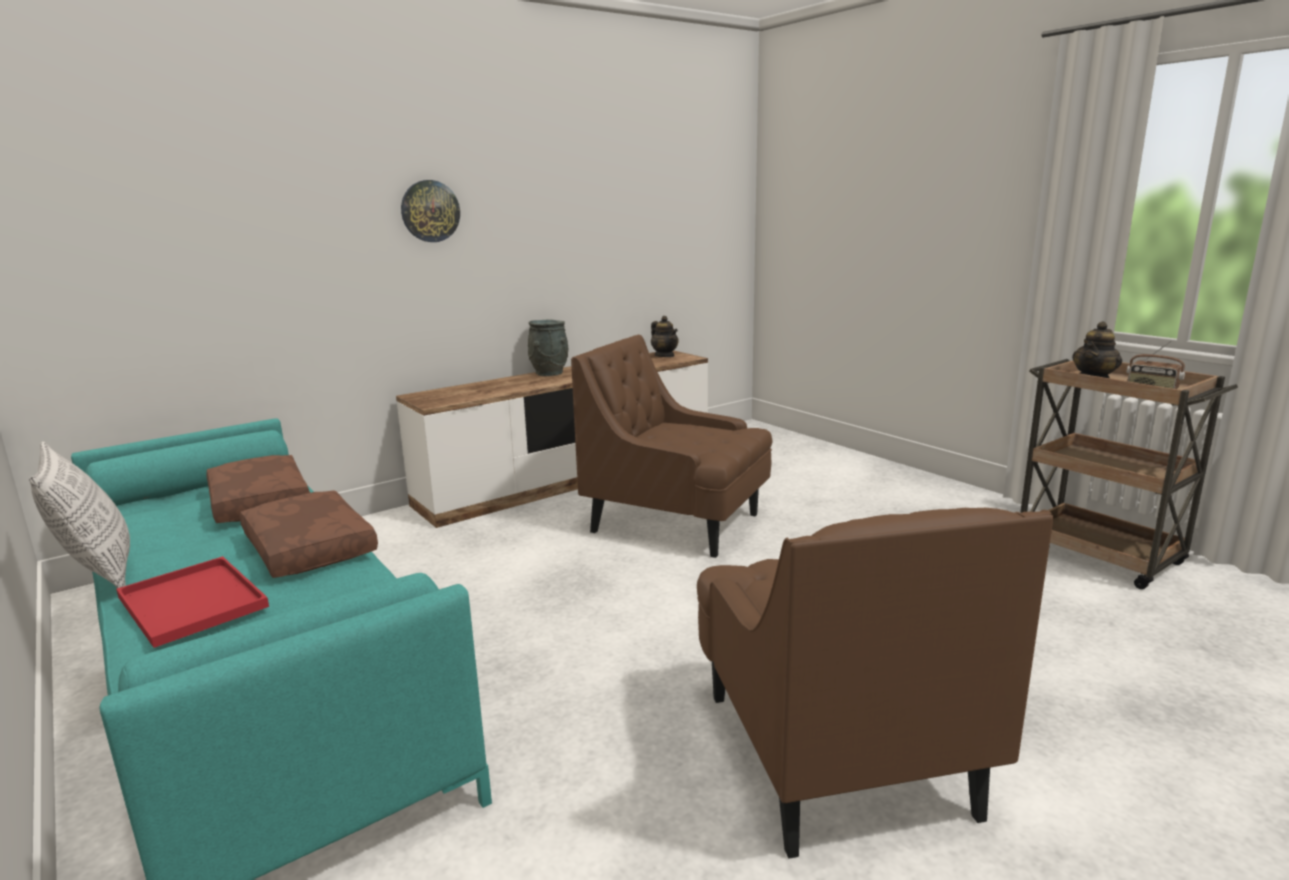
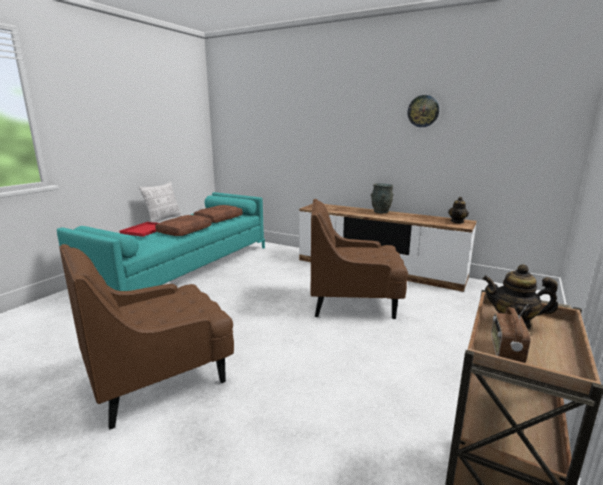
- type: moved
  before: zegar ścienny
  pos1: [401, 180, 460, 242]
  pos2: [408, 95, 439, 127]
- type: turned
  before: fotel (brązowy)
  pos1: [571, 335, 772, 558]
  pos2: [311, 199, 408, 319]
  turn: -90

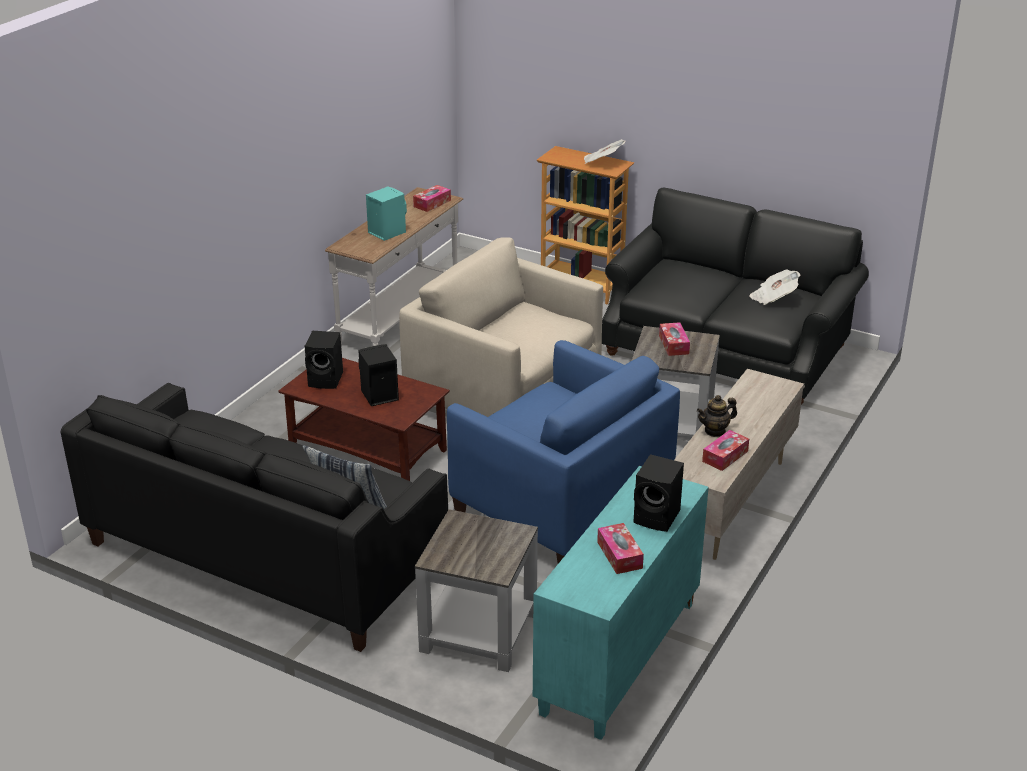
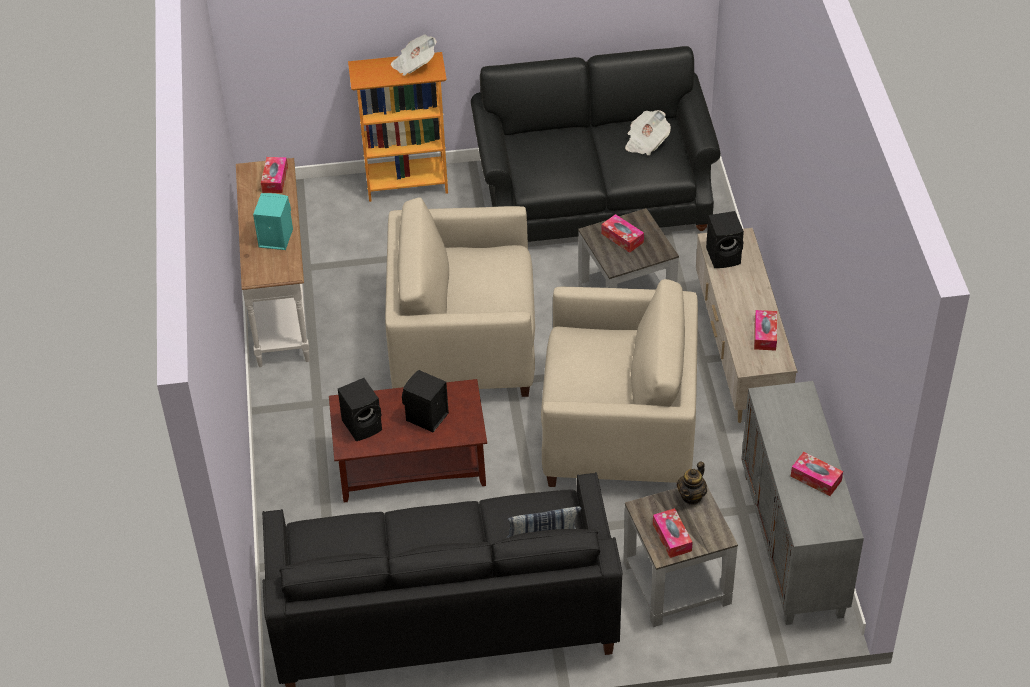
- type: recoloured
  before: fotel (niebieski)
  after: fotel (beżowy)
  pos1: [447, 340, 680, 564]
  pos2: [541, 279, 698, 488]
- type: recoloured
  before: szafka (turkusowy)
  after: szafka (szary)
  pos1: [533, 466, 709, 740]
  pos2: [741, 381, 864, 625]
- type: moved
  before: głośnik (czarny)
  pos1: [633, 454, 684, 532]
  pos2: [706, 211, 744, 268]
- type: moved
  before: imbryk
  pos1: [697, 395, 737, 437]
  pos2: [677, 461, 707, 505]
- type: added
  after: pudełko chusteczek
  pos2: [653, 508, 693, 558]

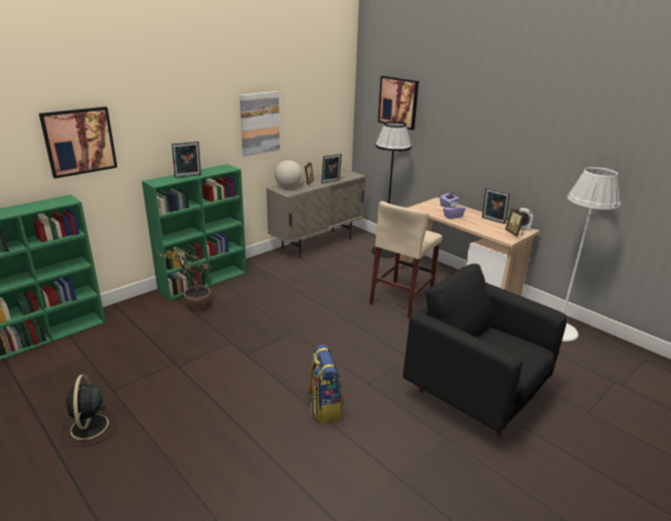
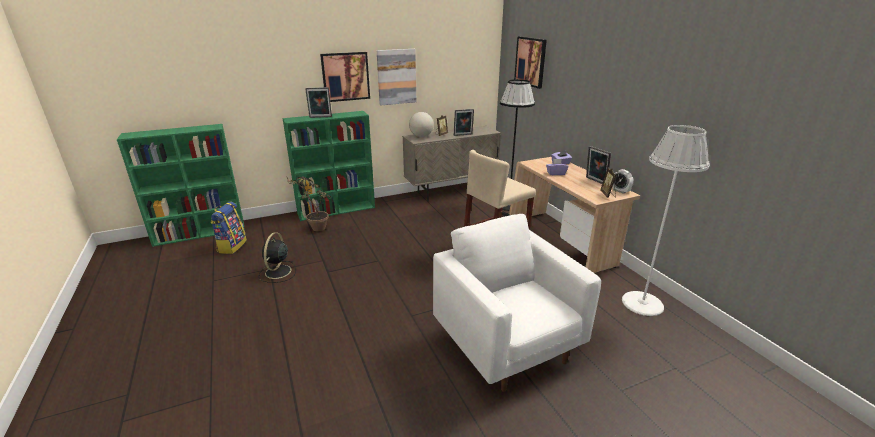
- type: moved
  before: obraz
  pos1: [39, 107, 117, 178]
  pos2: [320, 52, 370, 102]
- type: moved
  before: wentylator (czarny)
  pos1: [62, 374, 117, 447]
  pos2: [258, 232, 296, 283]
- type: moved
  before: plecak
  pos1: [307, 345, 343, 423]
  pos2: [210, 202, 247, 254]
- type: recoloured
  before: fotel (czarny)
  after: fotel (biały)
  pos1: [403, 264, 567, 437]
  pos2: [433, 214, 601, 392]

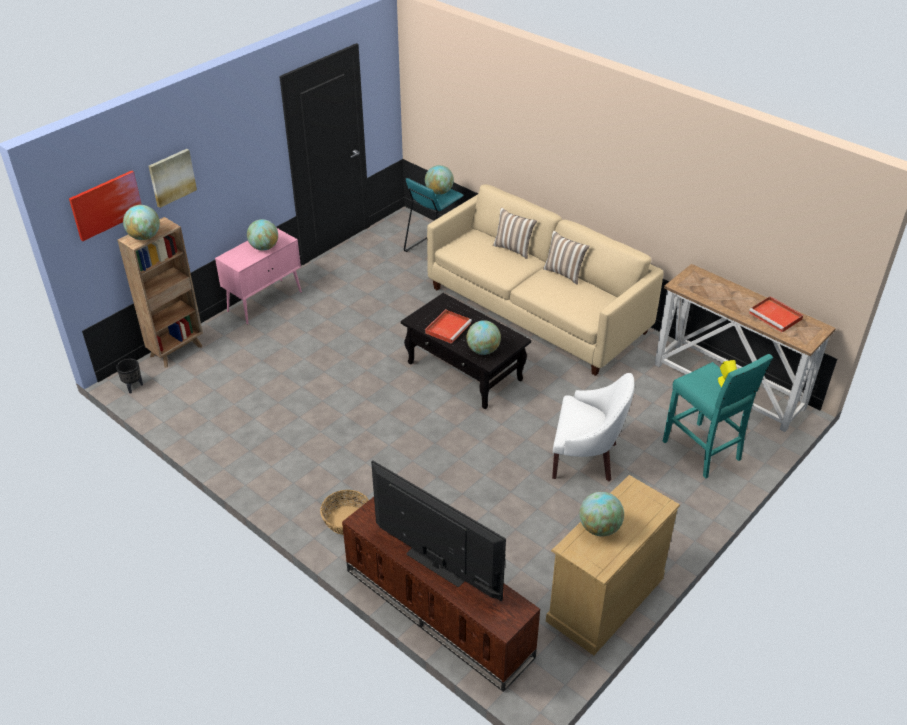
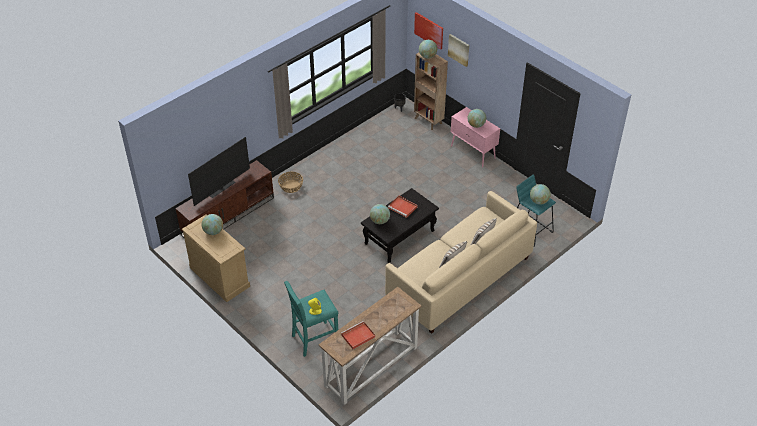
- type: removed
  before: fotel (biały)
  pos1: [552, 373, 634, 481]

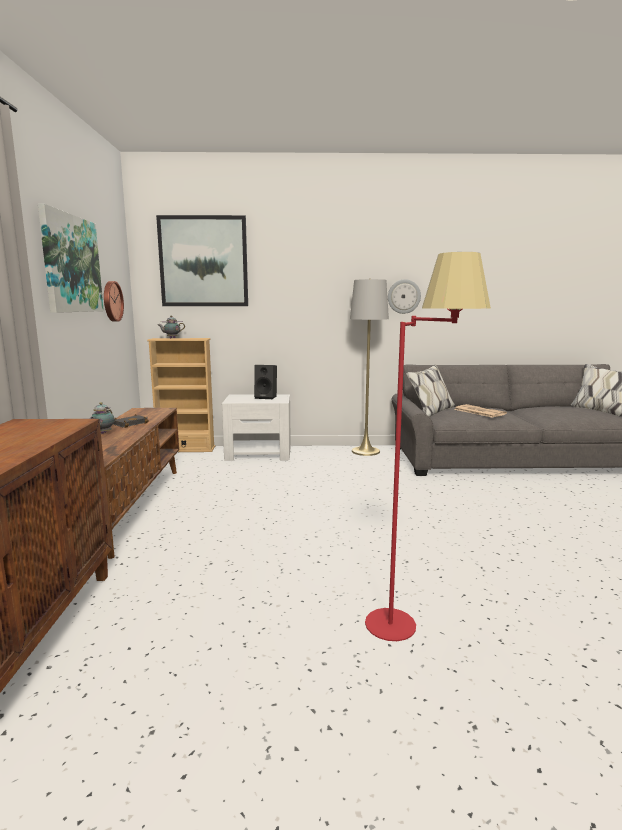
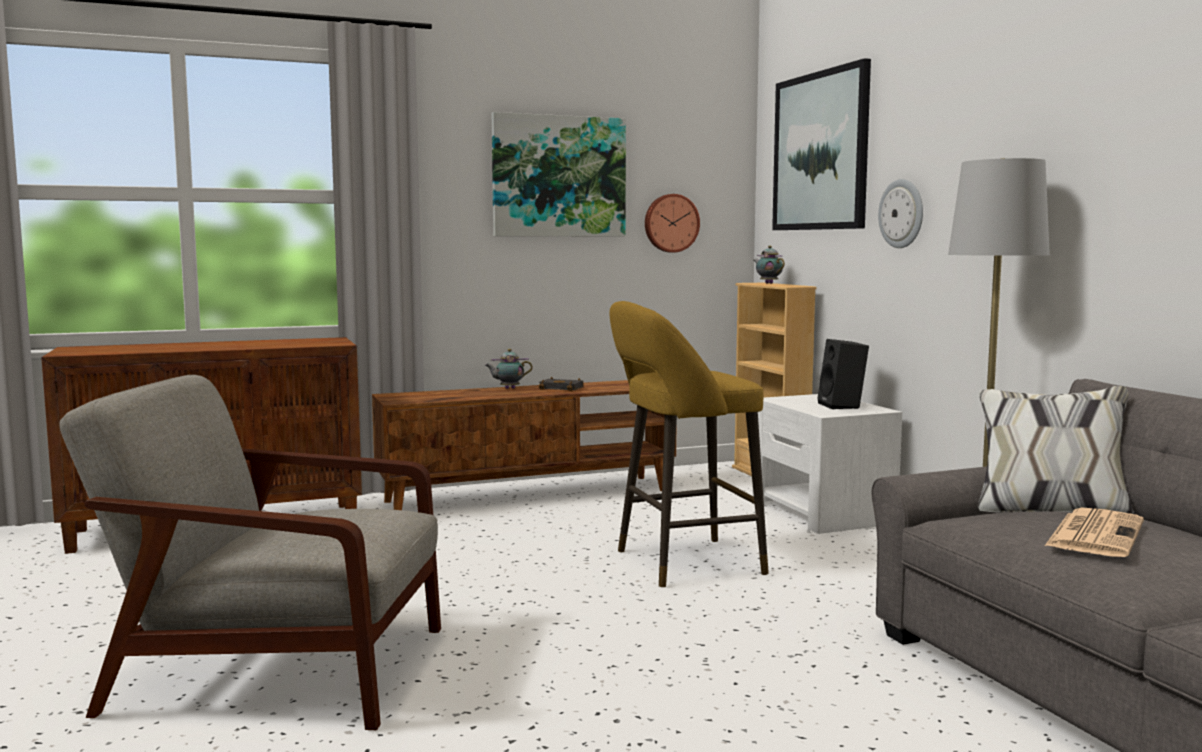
- type: replaced
  before: lampa stojąca (czerwony)
  after: fotel (szary)
  pos1: [365, 252, 491, 641]
  pos2: [59, 375, 441, 730]
- type: moved
  before: zegar ścienny
  pos1: [388, 279, 421, 314]
  pos2: [878, 179, 923, 248]
- type: added
  after: stołek (żółty)
  pos2: [609, 301, 769, 587]

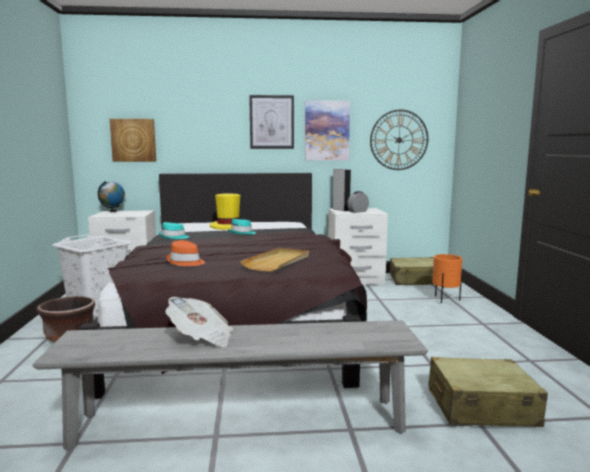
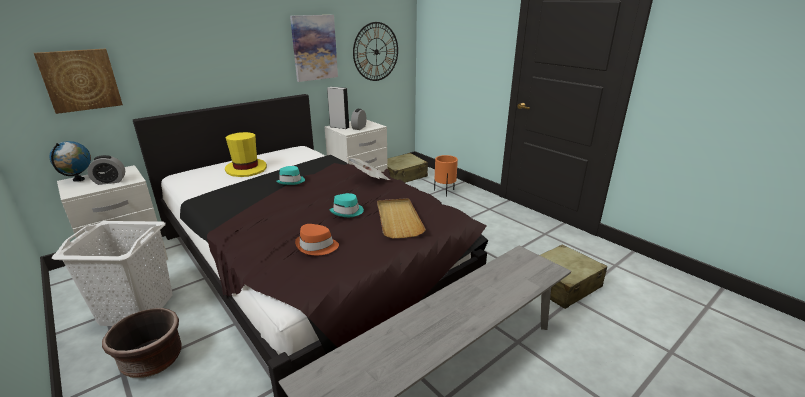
- type: moved
  before: kapelusz (turkusowy)
  pos1: [159, 222, 189, 239]
  pos2: [329, 193, 364, 217]
- type: moved
  before: gazeta
  pos1: [165, 297, 233, 347]
  pos2: [347, 158, 390, 180]
- type: removed
  before: obraz
  pos1: [249, 95, 294, 149]
- type: added
  after: budzik
  pos2: [87, 155, 125, 185]

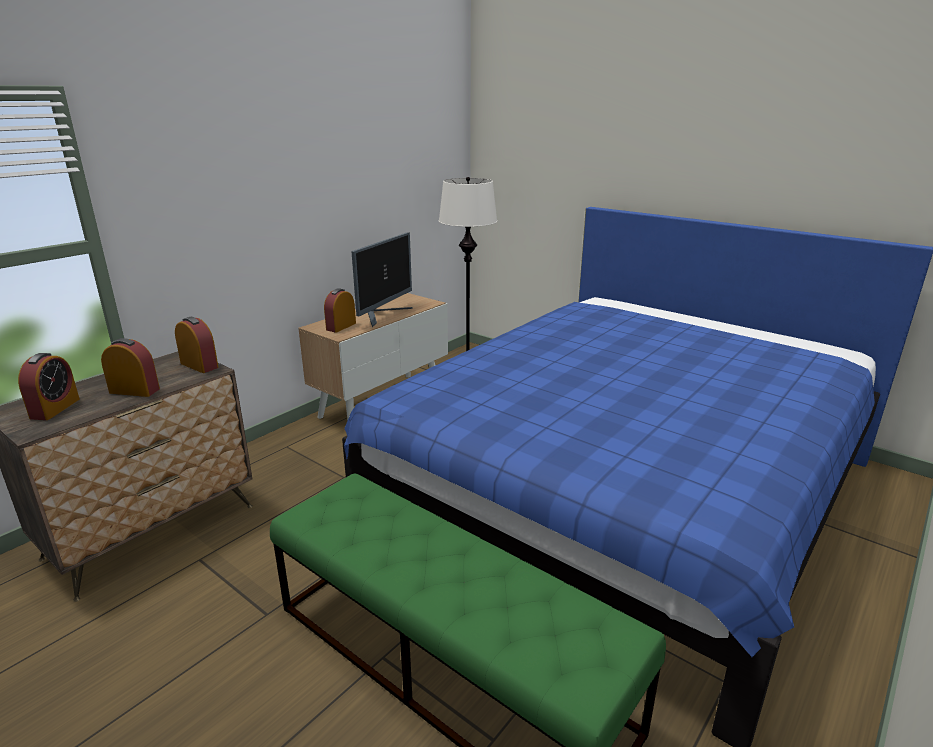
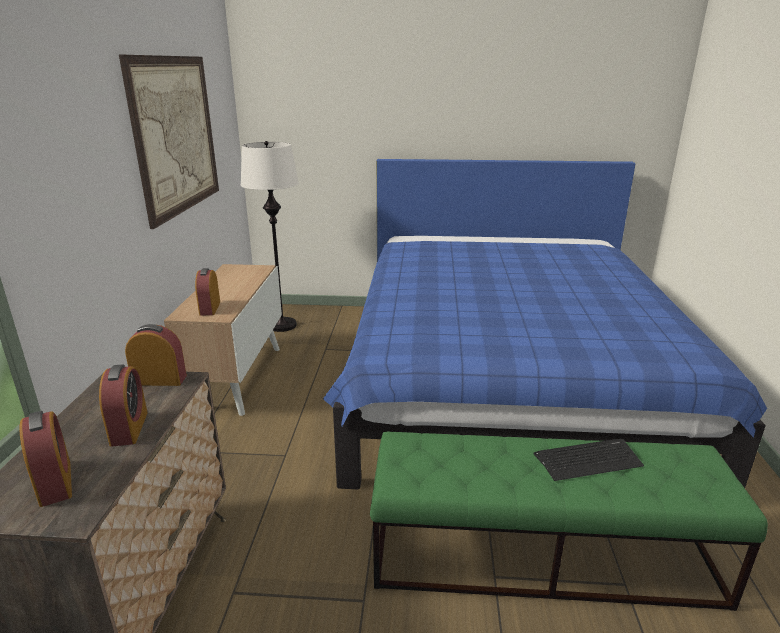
- type: turned
  before: budzik
  pos1: [101, 338, 160, 397]
  pos2: [99, 364, 148, 447]
  turn: 105
- type: removed
  before: monitor
  pos1: [352, 232, 413, 327]
- type: added
  after: obraz
  pos2: [119, 55, 219, 229]
- type: added
  after: klawiatura
  pos2: [533, 439, 644, 481]

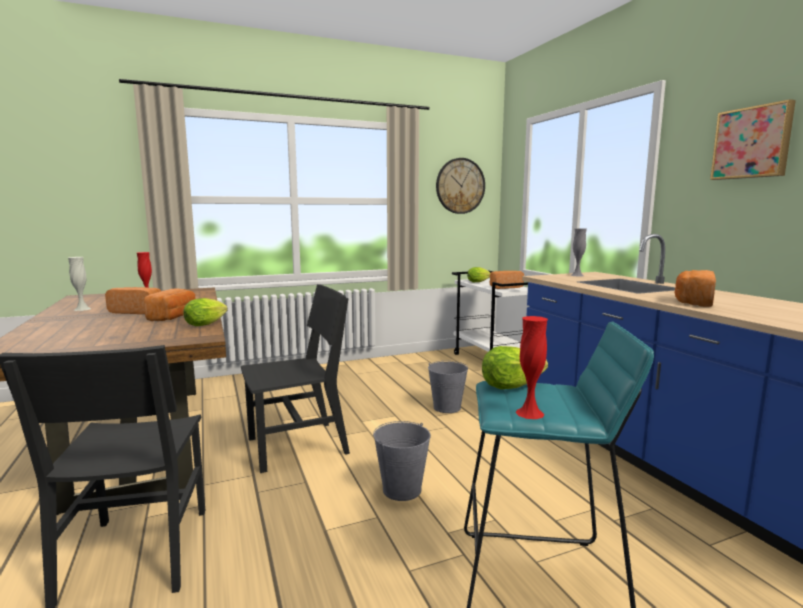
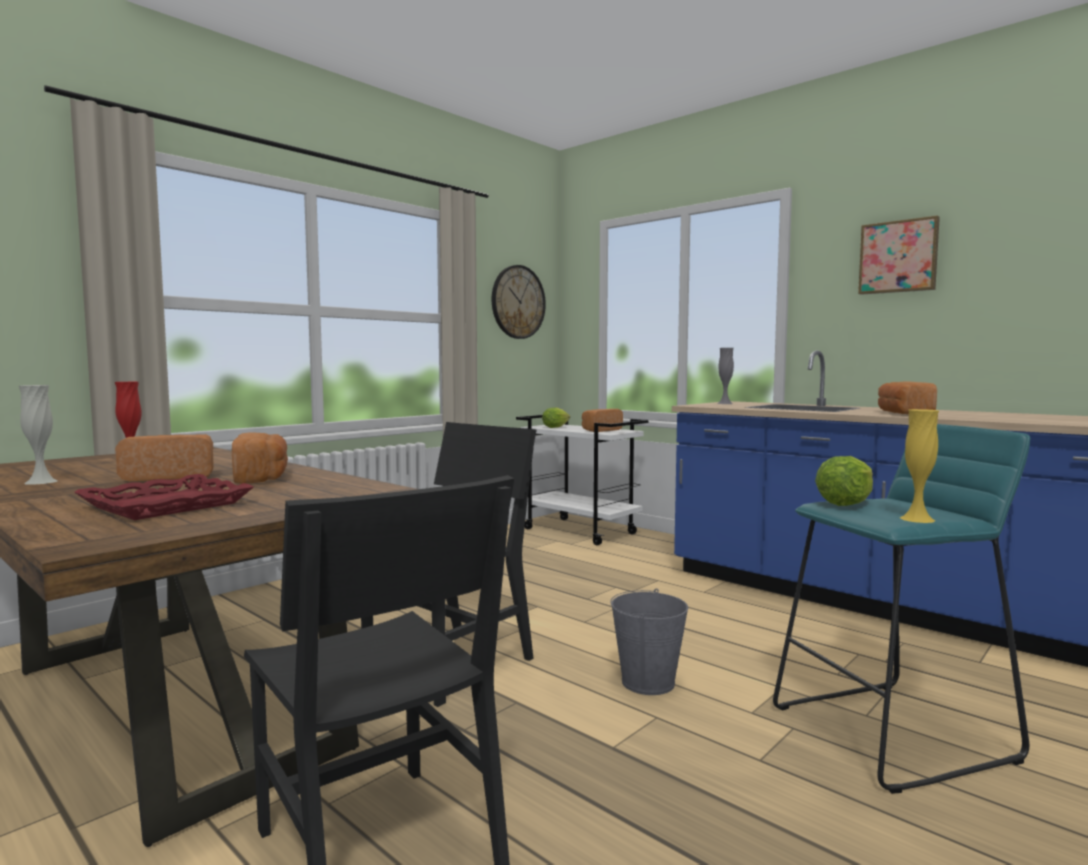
- type: removed
  before: sałata
  pos1: [183, 298, 228, 326]
- type: removed
  before: wiadro (szary)
  pos1: [428, 361, 468, 413]
- type: recoloured
  before: wazon (czerwony)
  after: wazon (żółty)
  pos1: [515, 316, 548, 419]
  pos2: [900, 409, 939, 523]
- type: added
  after: taca (czerwony)
  pos2: [74, 474, 254, 520]

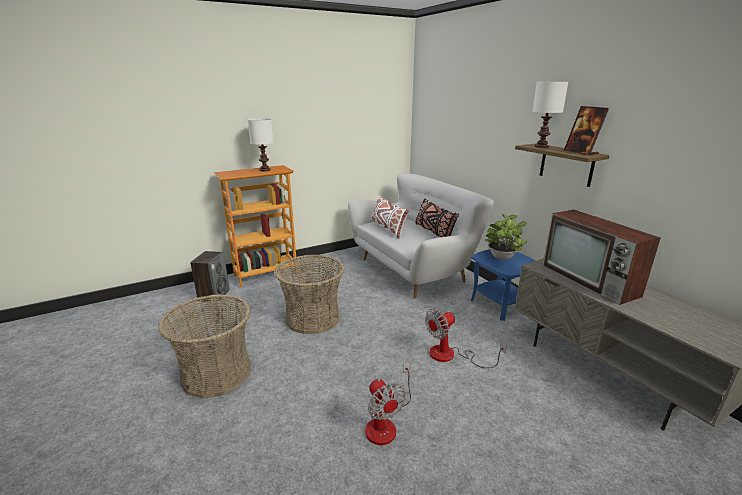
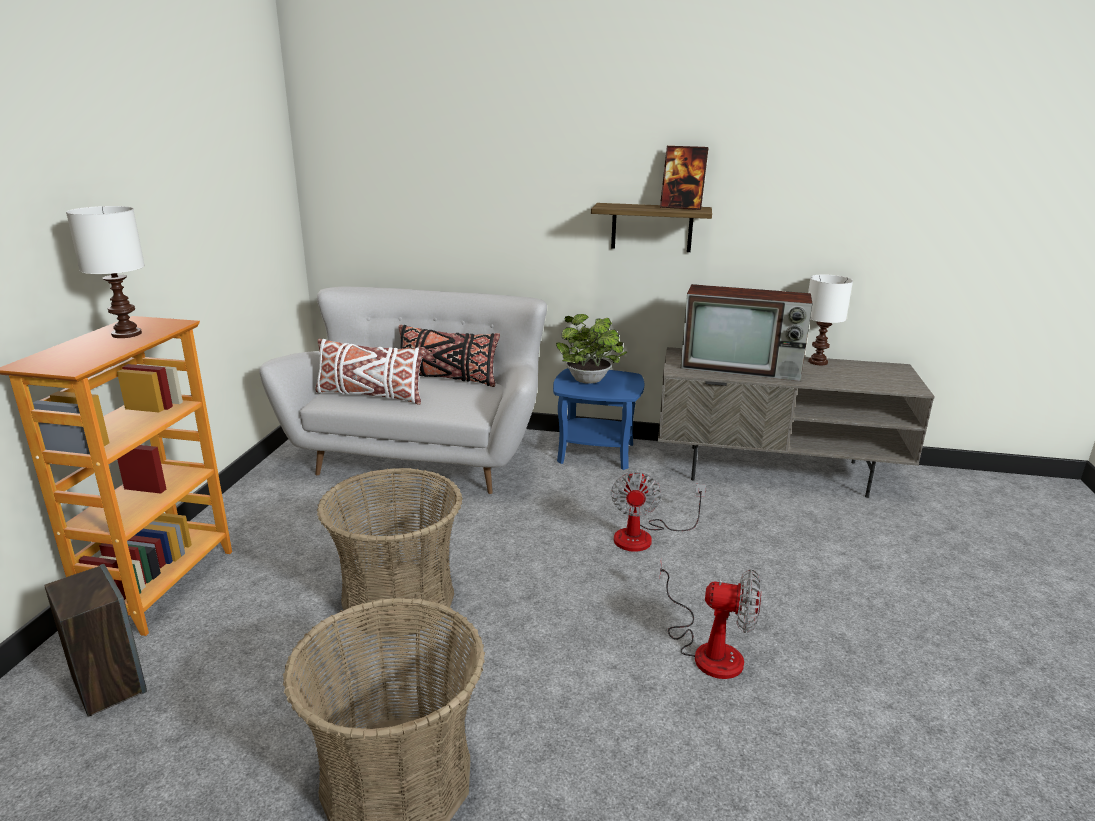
- type: moved
  before: lampa stołowa (biały)
  pos1: [532, 81, 568, 148]
  pos2: [808, 274, 853, 365]

